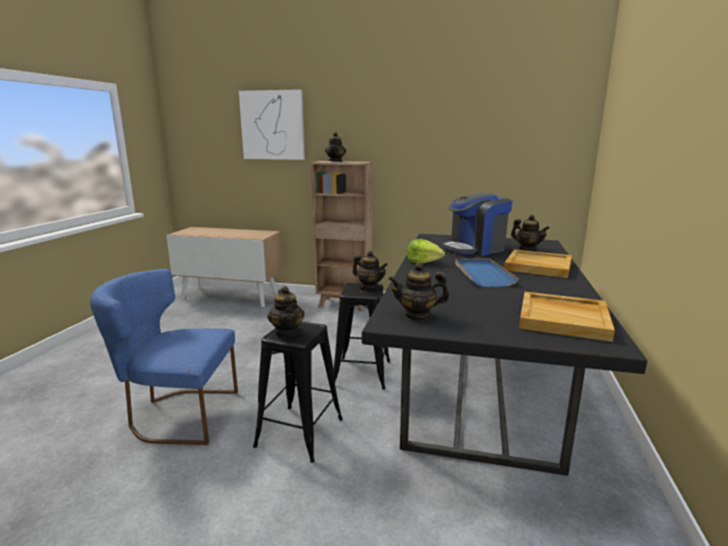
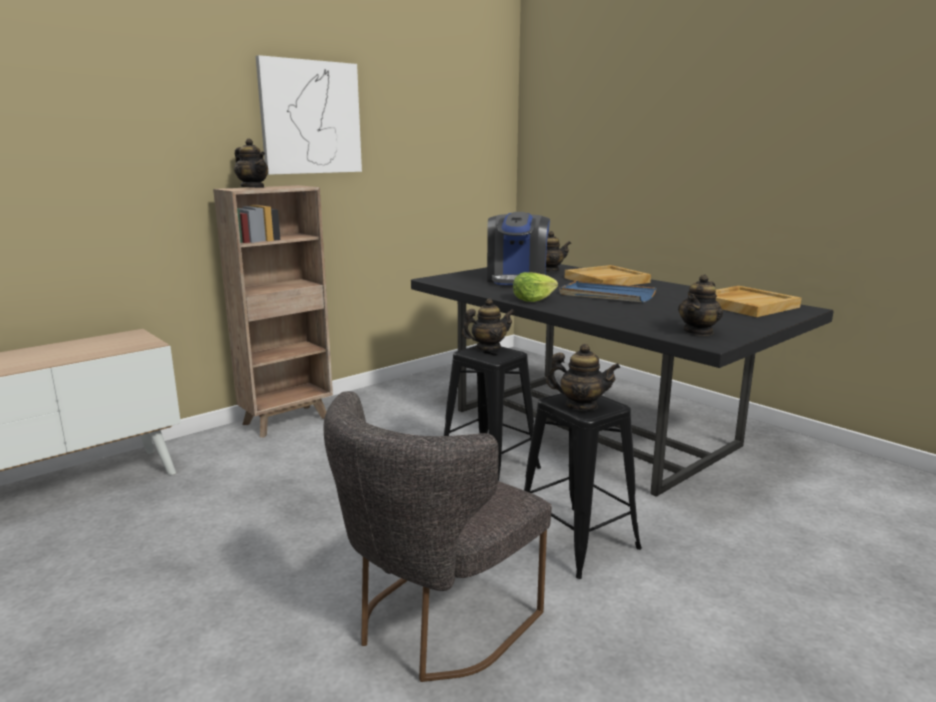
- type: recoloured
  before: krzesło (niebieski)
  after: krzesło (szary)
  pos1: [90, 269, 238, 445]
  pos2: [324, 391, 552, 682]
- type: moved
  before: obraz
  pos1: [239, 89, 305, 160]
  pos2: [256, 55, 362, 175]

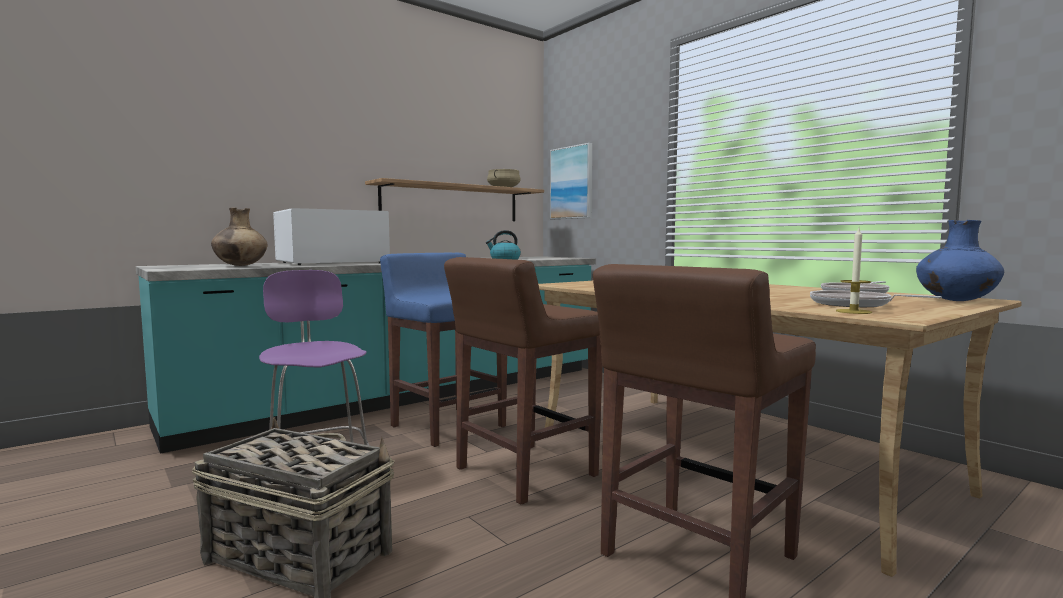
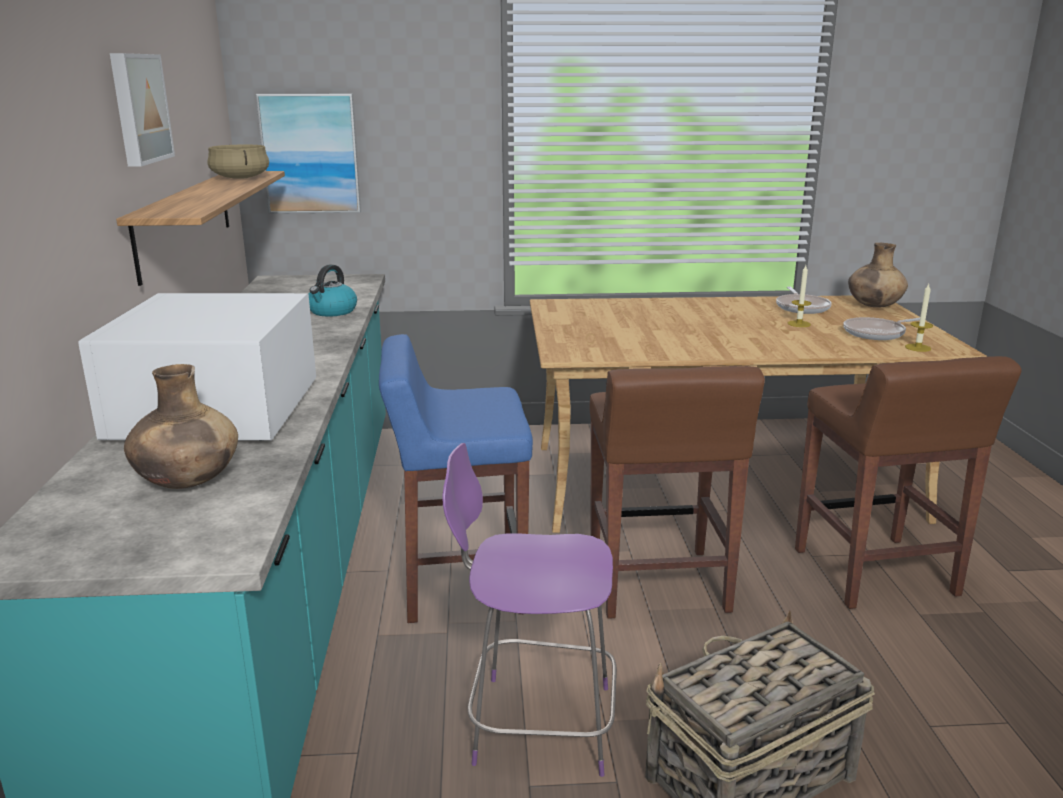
- type: recoloured
  before: wazon (niebieski)
  after: wazon (brązowy)
  pos1: [916, 220, 1004, 301]
  pos2: [848, 243, 908, 308]
- type: added
  after: obraz
  pos2: [110, 53, 175, 167]
- type: added
  after: świeca
  pos2: [787, 265, 812, 327]

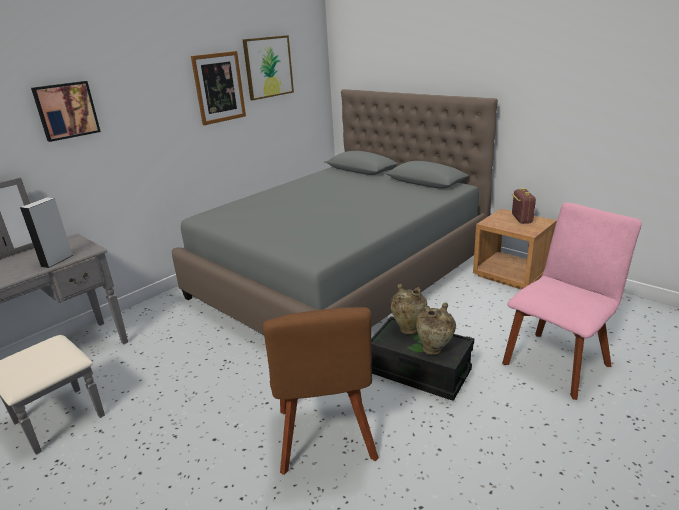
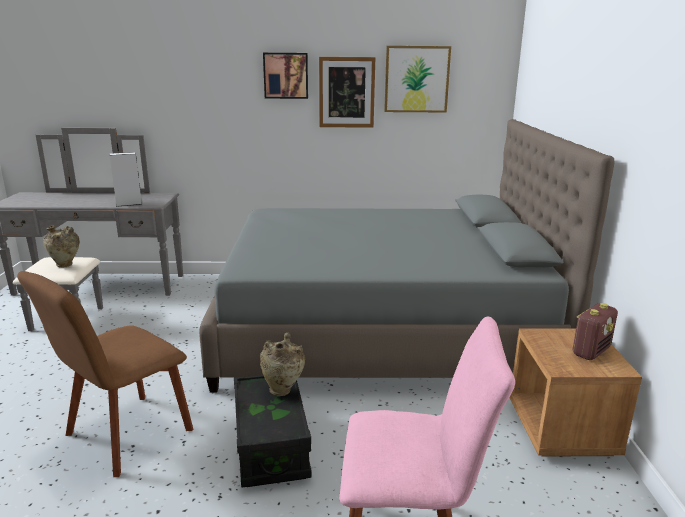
- type: moved
  before: obraz
  pos1: [31, 81, 101, 142]
  pos2: [263, 53, 308, 99]
- type: moved
  before: wazon (beżowy)
  pos1: [416, 303, 456, 355]
  pos2: [43, 226, 80, 267]

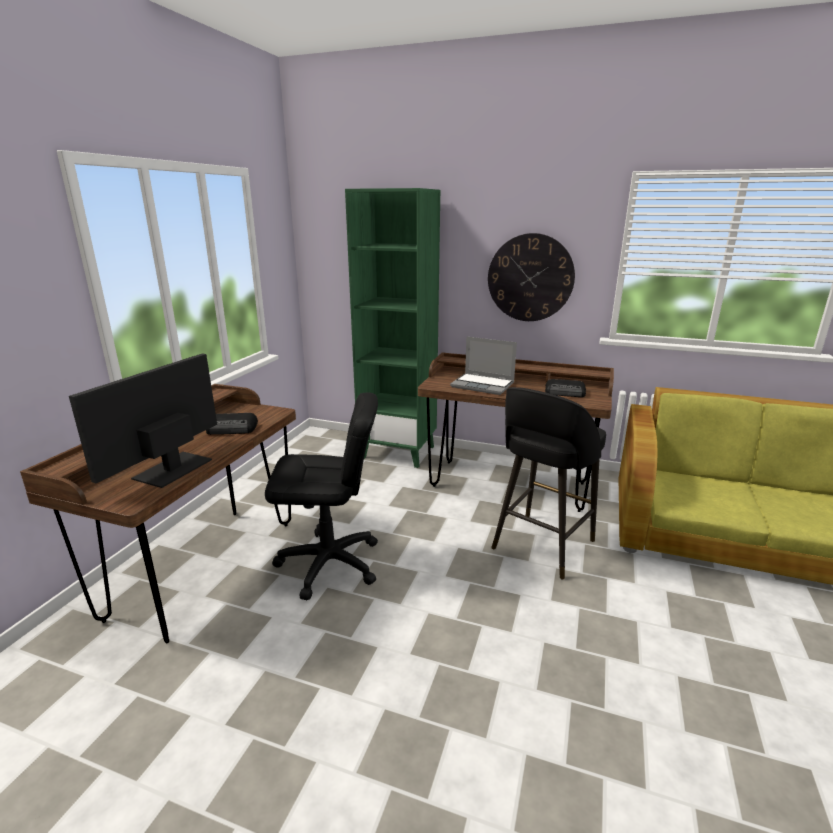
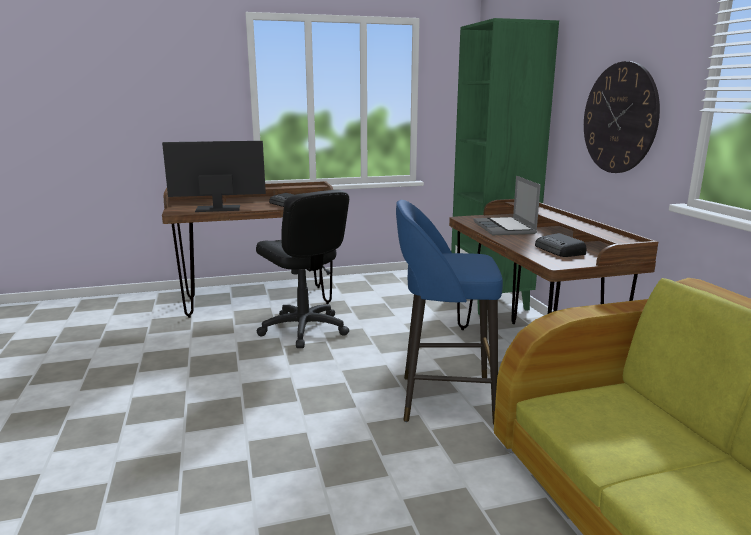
- type: recoloured
  before: stołek (czarny)
  after: stołek (niebieski)
  pos1: [491, 387, 606, 580]
  pos2: [396, 200, 503, 424]

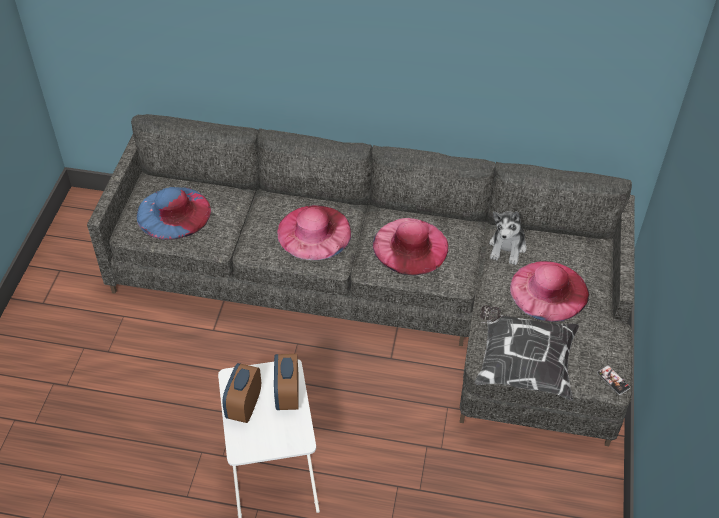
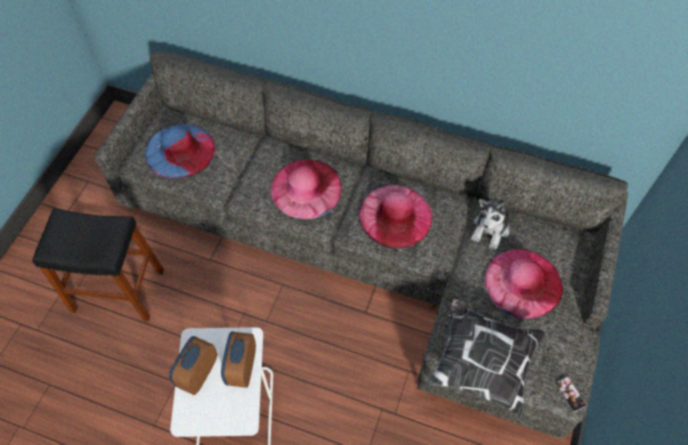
- type: added
  after: stołek (czarny)
  pos2: [32, 208, 164, 321]

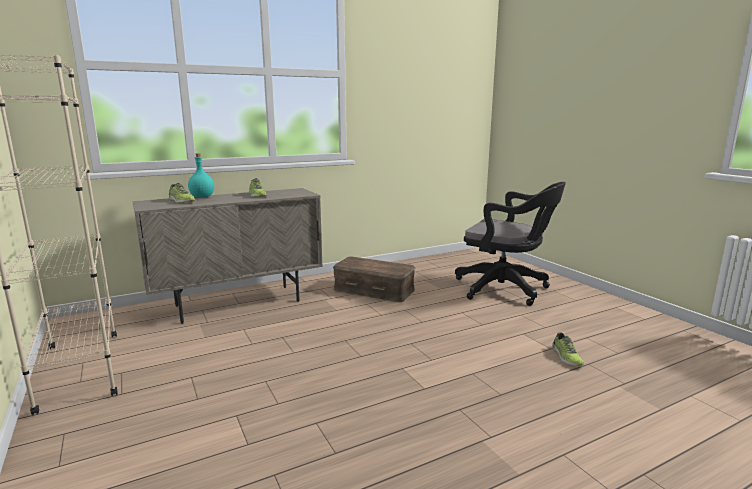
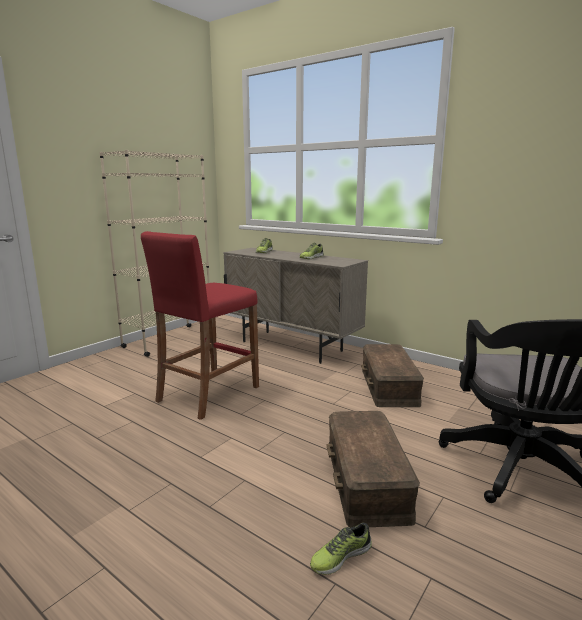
- type: removed
  before: butelka (turkusowy)
  pos1: [188, 153, 214, 198]
- type: added
  after: stołek (czerwony)
  pos2: [141, 231, 259, 420]
- type: added
  after: pojemnik do przechowywania (brązowy)
  pos2: [326, 411, 420, 527]

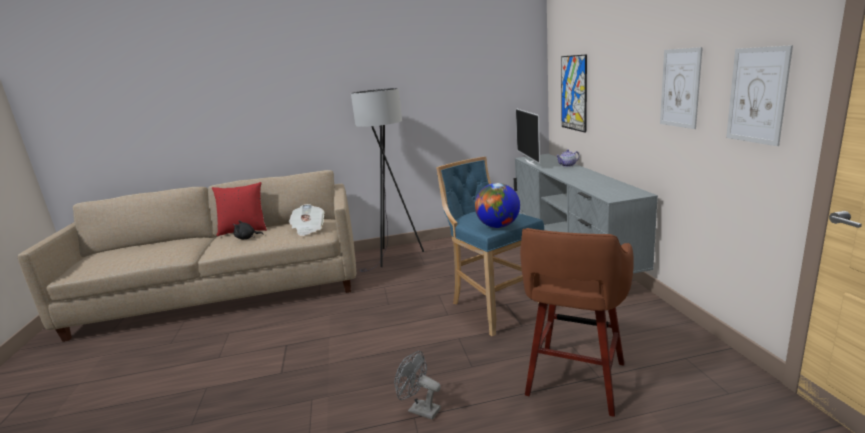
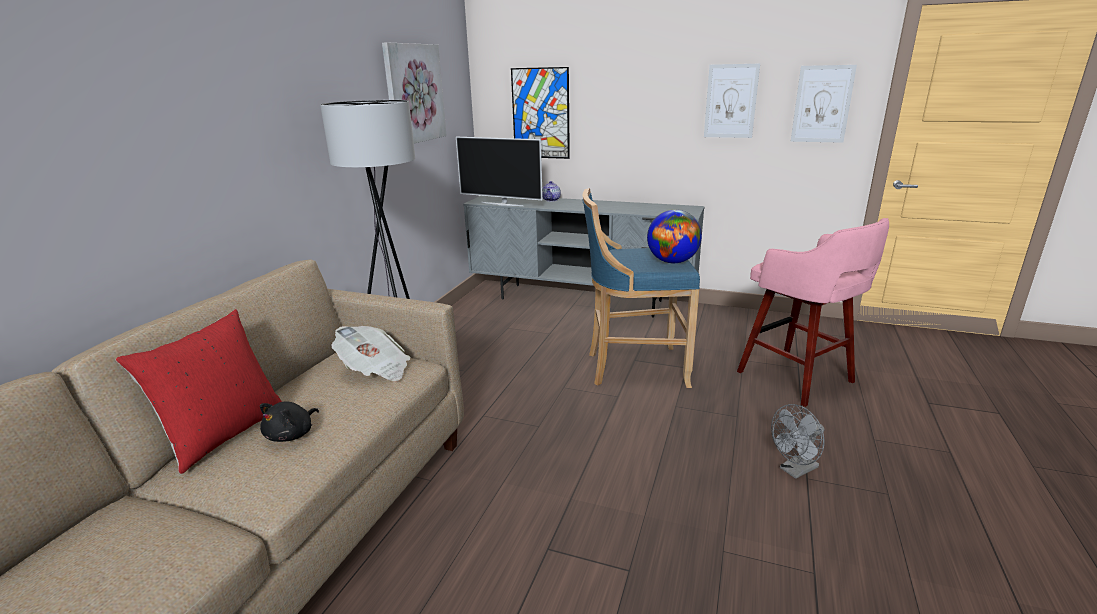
- type: recoloured
  before: stołek (brązowy)
  after: stołek (różowy)
  pos1: [520, 228, 634, 417]
  pos2: [737, 218, 889, 407]
- type: added
  after: obraz
  pos2: [382, 42, 447, 144]

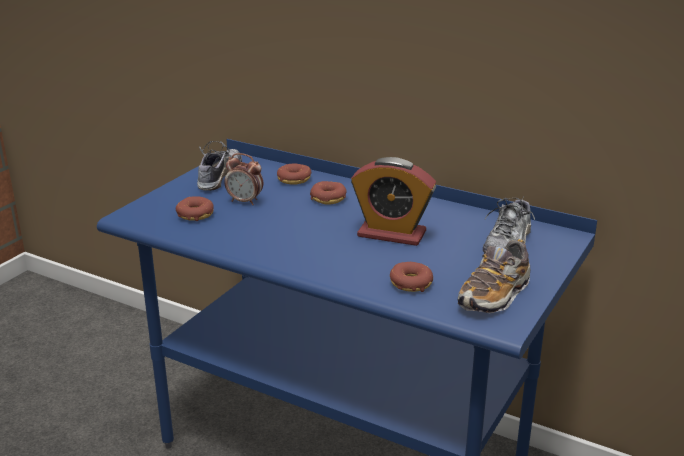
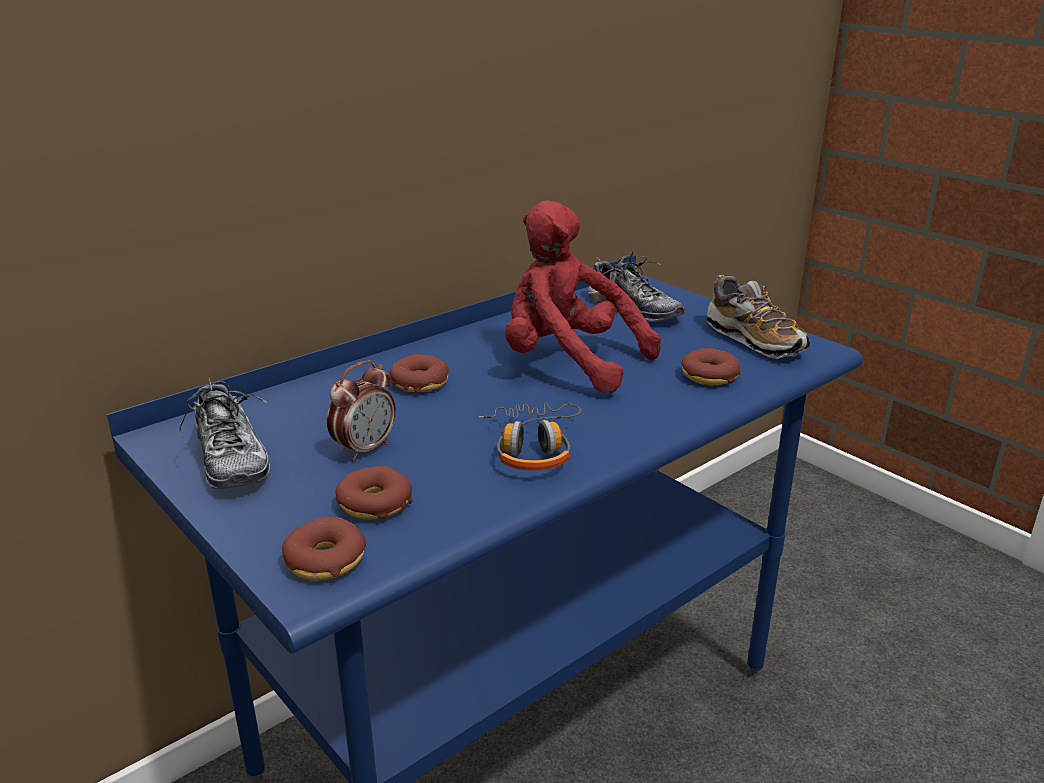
- type: turned
  before: but
  pos1: [197, 141, 242, 191]
  pos2: [179, 378, 271, 489]
  turn: -150
- type: moved
  before: donut
  pos1: [277, 163, 311, 184]
  pos2: [282, 516, 366, 581]
- type: replaced
  before: budzik
  after: pluszak (czerwony)
  pos1: [351, 157, 436, 246]
  pos2: [505, 200, 661, 393]
- type: added
  after: słuchawki
  pos2: [479, 403, 581, 471]

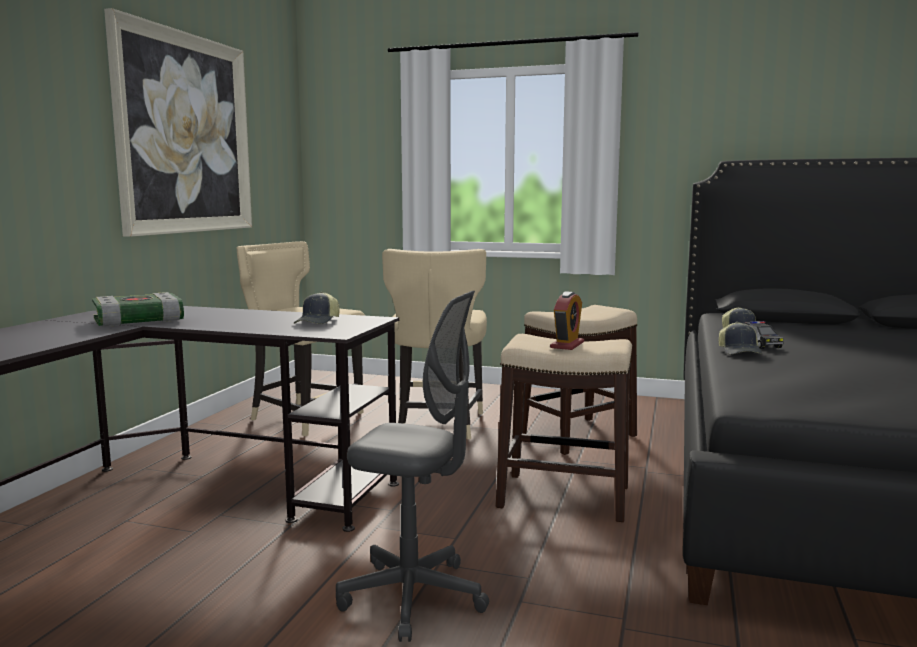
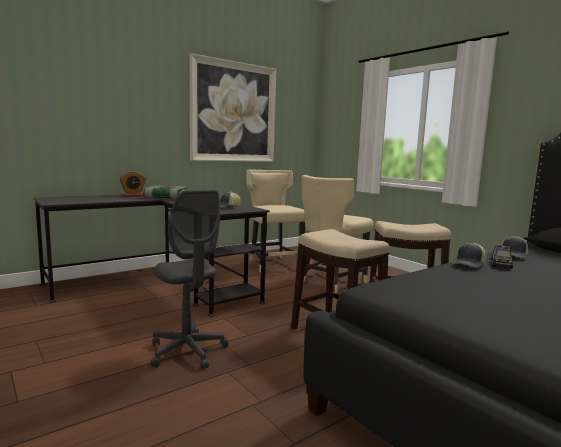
- type: moved
  before: budzik
  pos1: [550, 292, 584, 350]
  pos2: [119, 171, 146, 196]

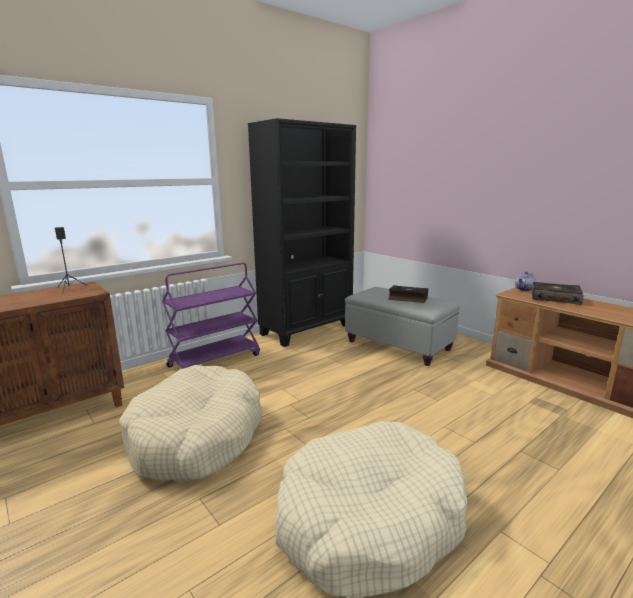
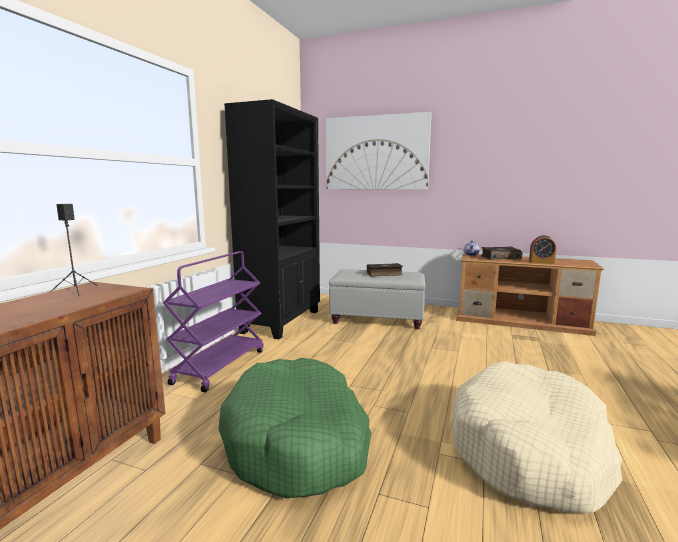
- type: recoloured
  before: legowisko (beżowy)
  after: legowisko (zielony)
  pos1: [119, 365, 263, 482]
  pos2: [218, 358, 371, 498]
- type: added
  after: obraz
  pos2: [326, 112, 431, 189]
- type: added
  after: budzik
  pos2: [529, 235, 556, 264]

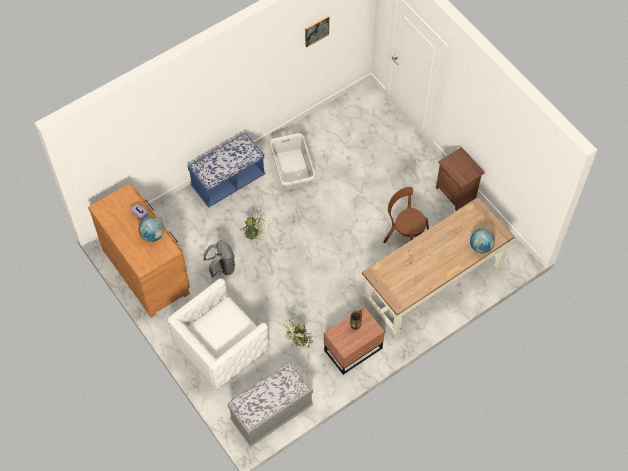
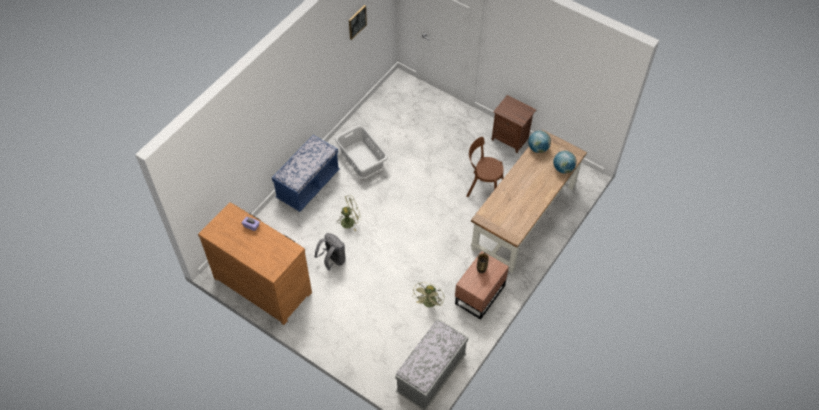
- type: moved
  before: globus
  pos1: [139, 217, 164, 242]
  pos2: [528, 131, 551, 153]
- type: removed
  before: fotel (biały)
  pos1: [167, 278, 270, 389]

